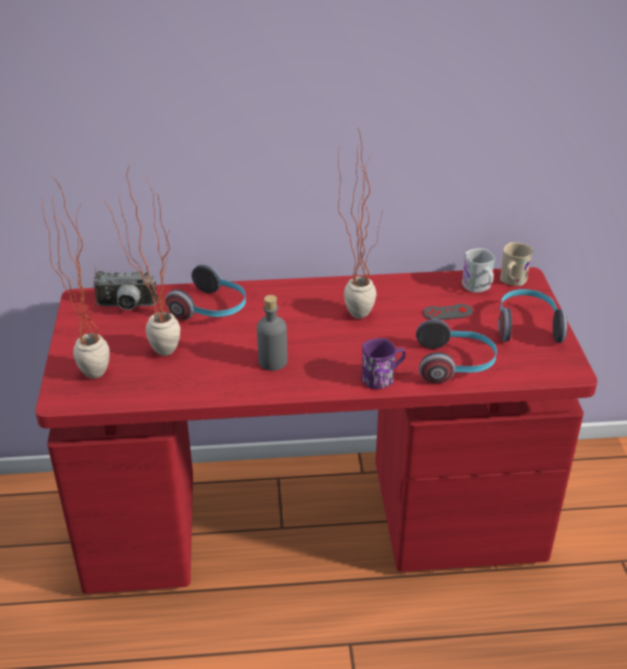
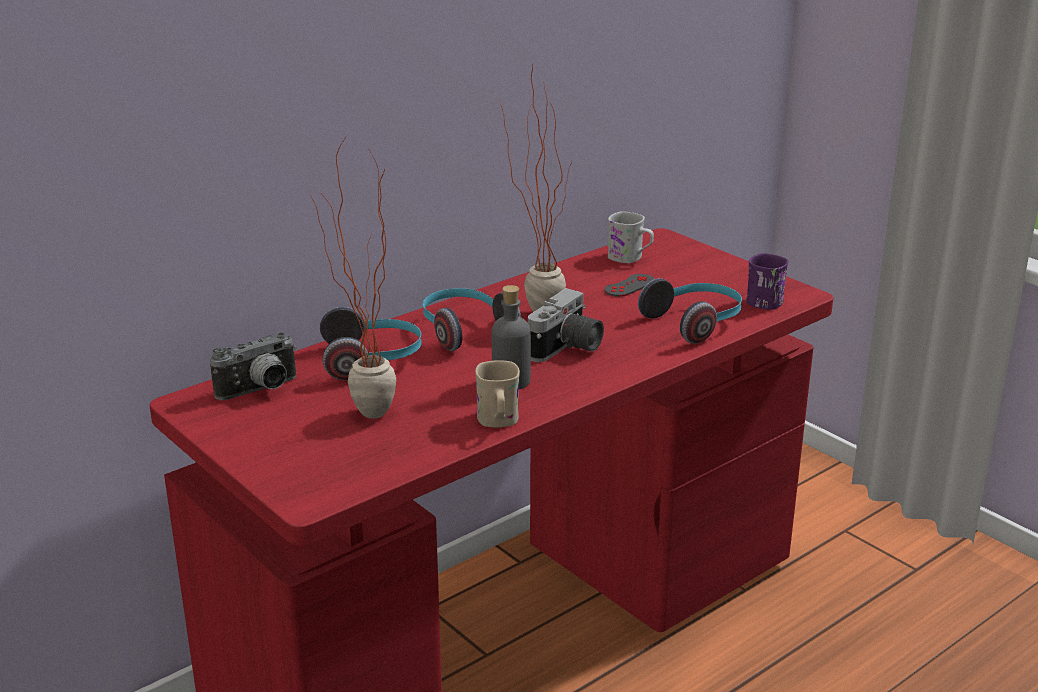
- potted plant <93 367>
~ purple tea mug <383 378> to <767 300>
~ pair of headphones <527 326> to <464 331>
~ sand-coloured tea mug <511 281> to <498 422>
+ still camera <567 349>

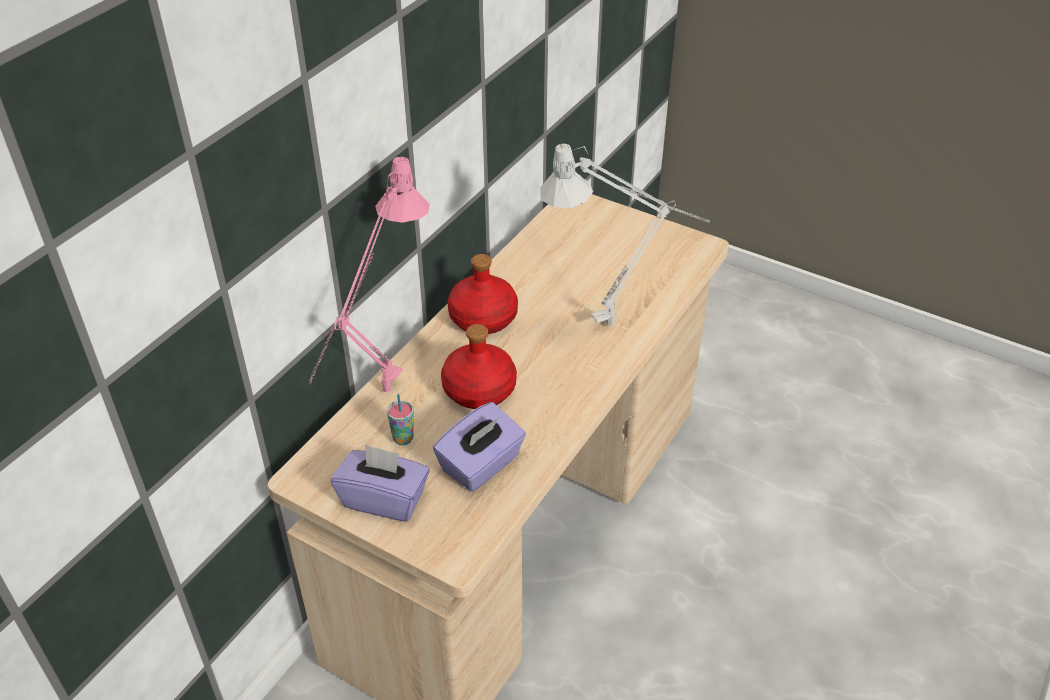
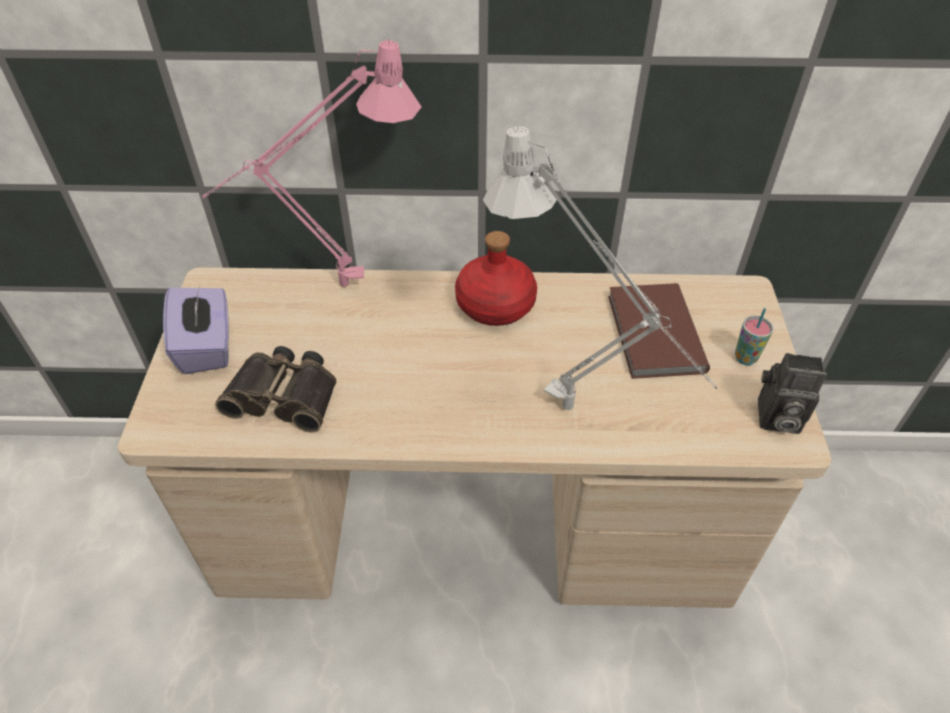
~ small cup <403 439> to <745 358>
~ purple tissue holder <481 465> to pair of binoculars <285 395>
- red-coloured drink bottle <479 390>
+ brown-coloured book <652 334>
+ still camera <776 418>

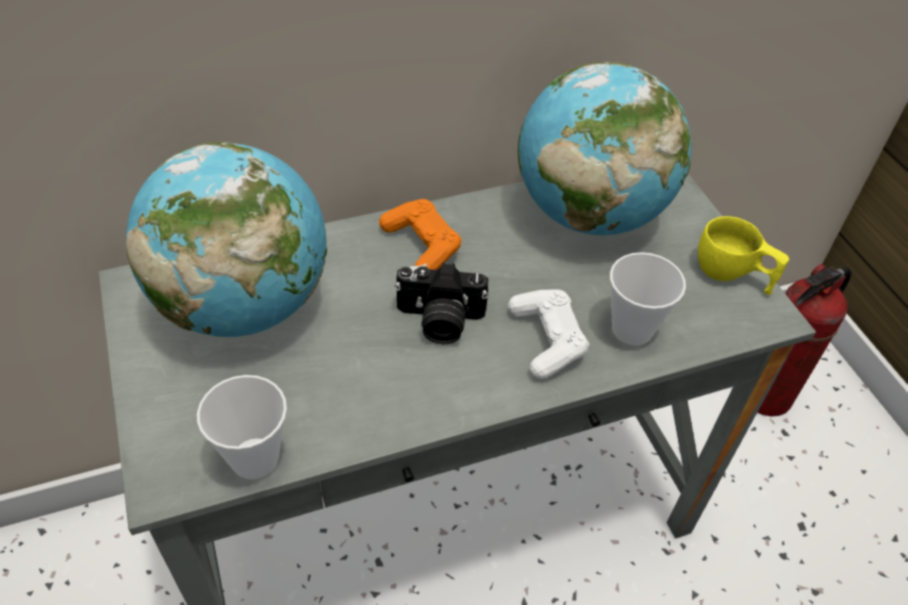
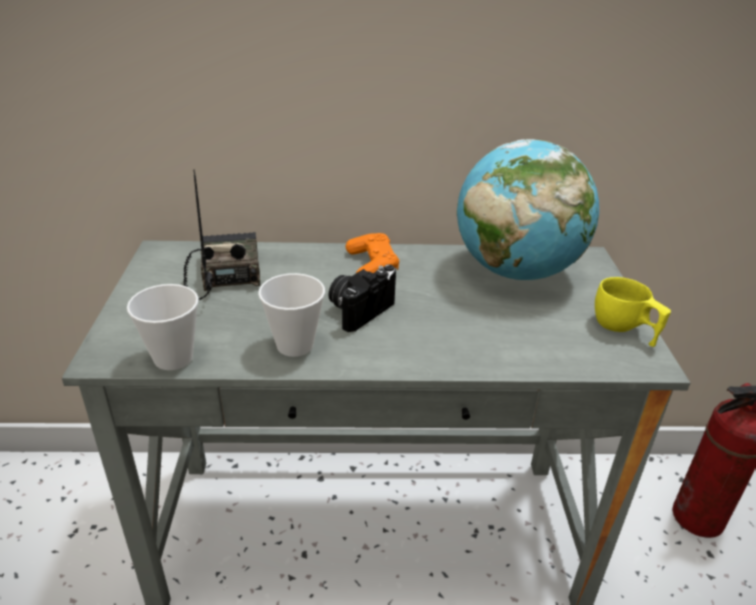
~ globe <244 304> to radio receiver <224 274>
~ still camera <439 321> = <359 310> 105 degrees clockwise
- white-coloured game controller <546 340>
~ small cup <632 329> to <295 345>

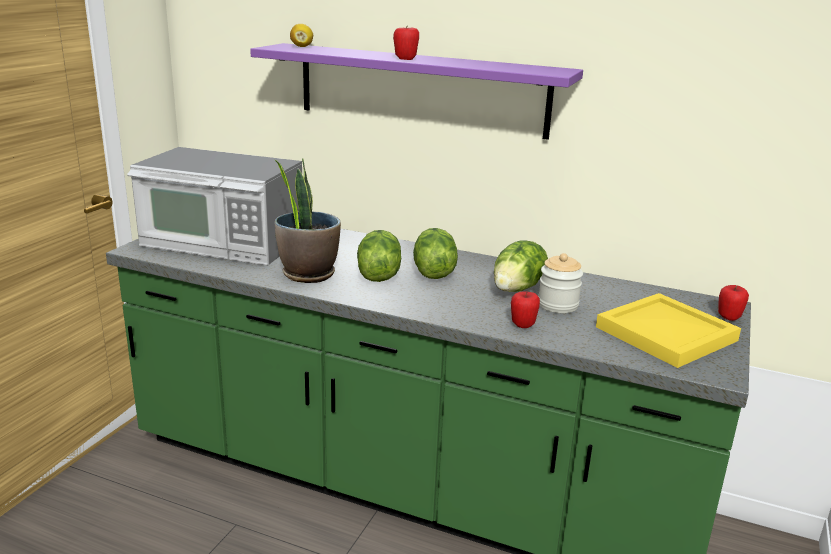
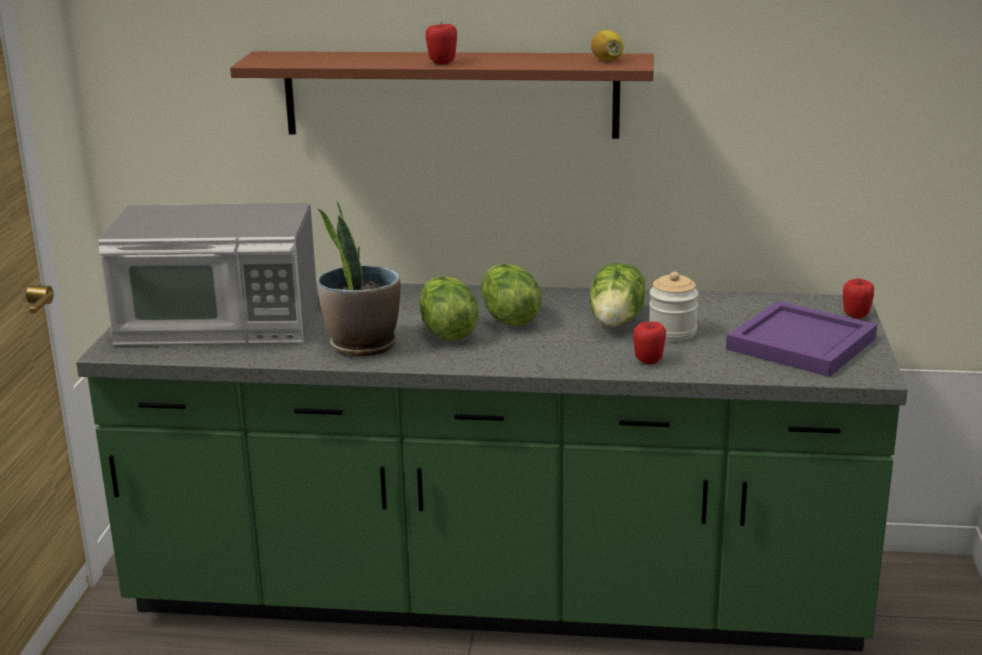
~ purple bracket shelf <420 89> to brown-coloured bracket shelf <450 94>
~ lemon <301 47> to <607 60>
~ yellowish tray <668 334> to purple tray <803 344>

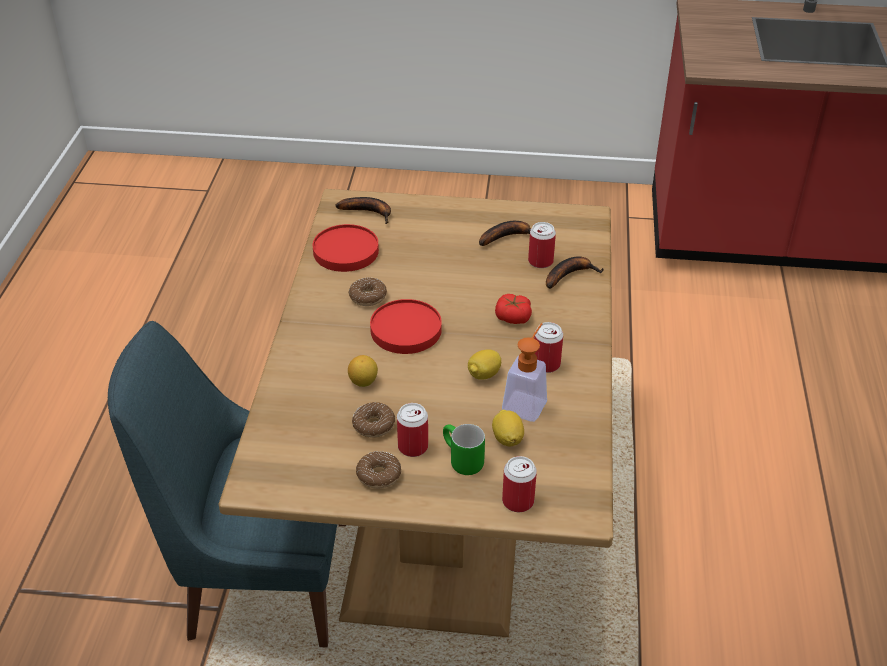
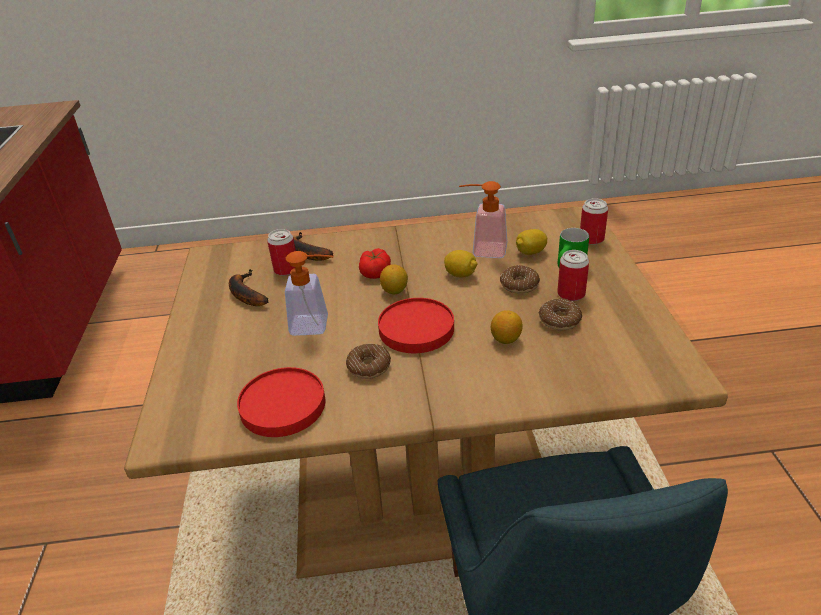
- whole banana <369 212>
~ donut <379 475> to <519 285>
- metal can <546 364>
+ liquid soap bottle <317 325>
+ lemon <395 291>

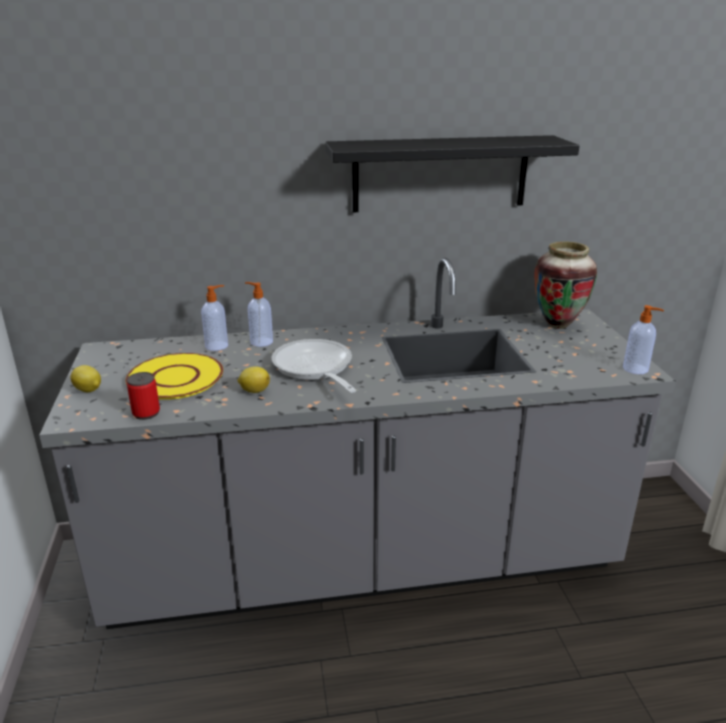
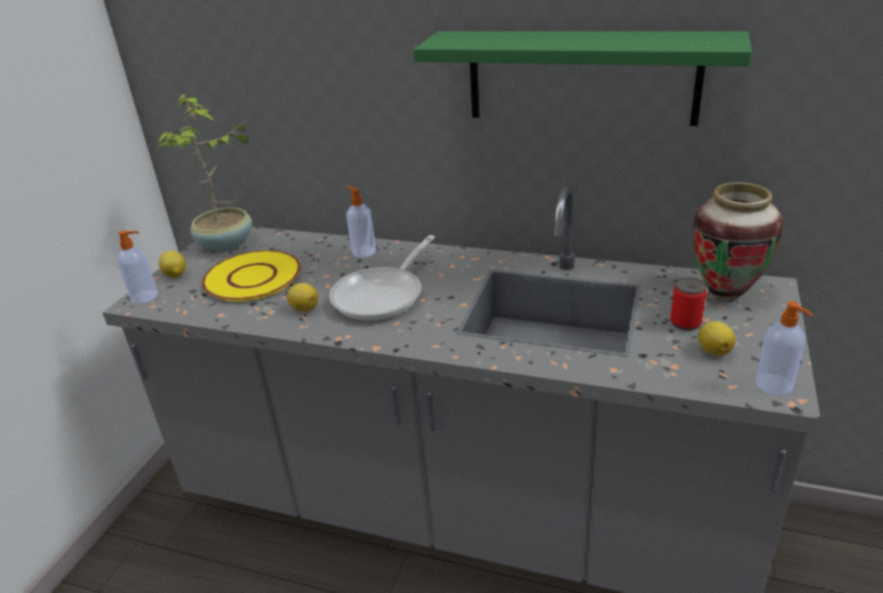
~ metal can <146 413> to <685 323>
~ liquid soap bottle <217 346> to <145 297>
~ skillet <314 369> = <383 295> 150 degrees counterclockwise
~ black bracket shelf <440 174> to green bracket shelf <581 77>
+ potted plant <226 244>
+ lemon <713 350>

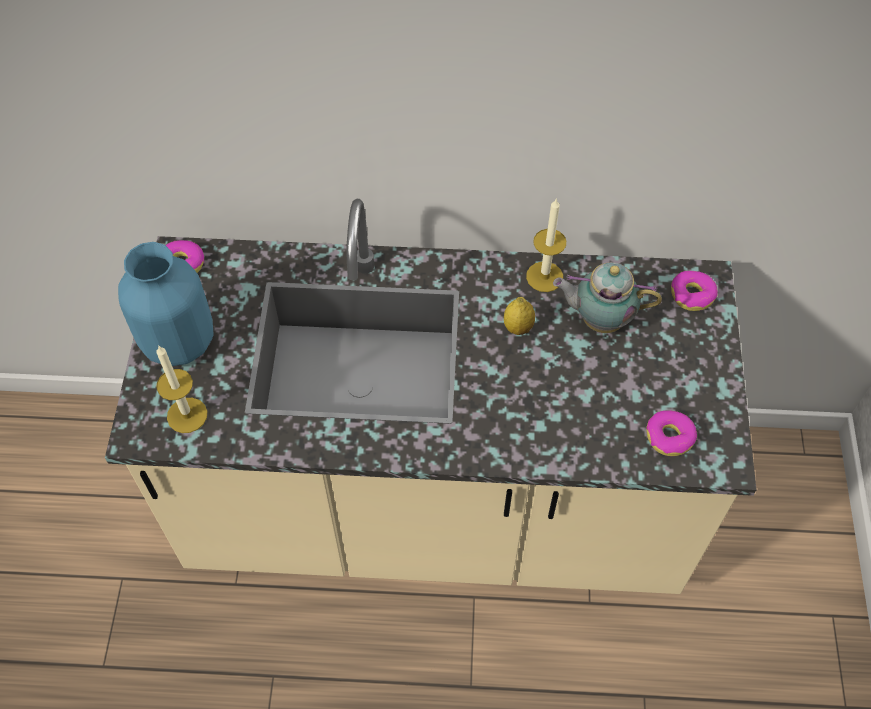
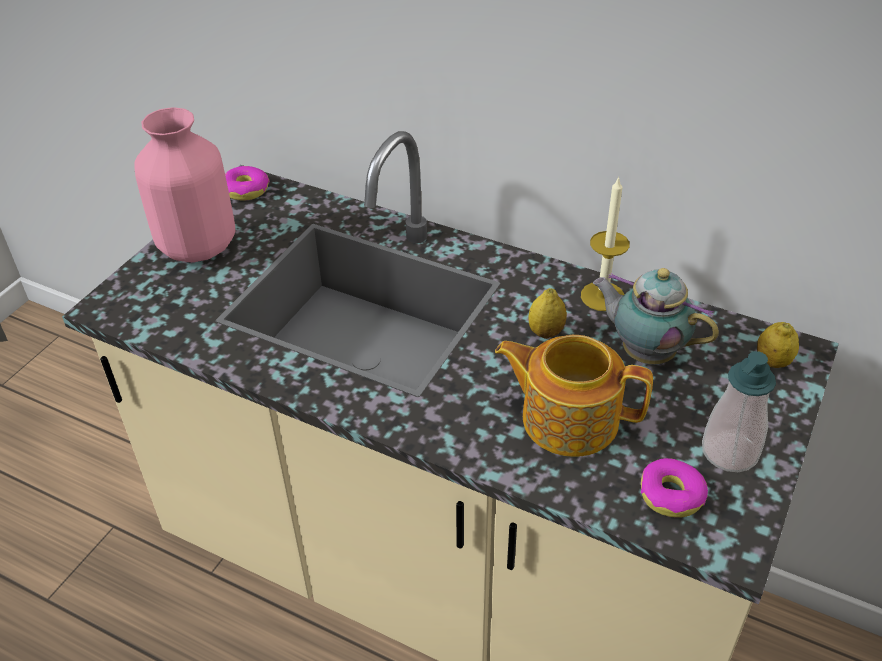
~ blue flower vase <180 342> to pink flower vase <199 247>
- candle <187 415>
~ donut <692 295> to lemon <772 361>
+ tea pot <568 418>
+ liquid soap bottle <729 452>

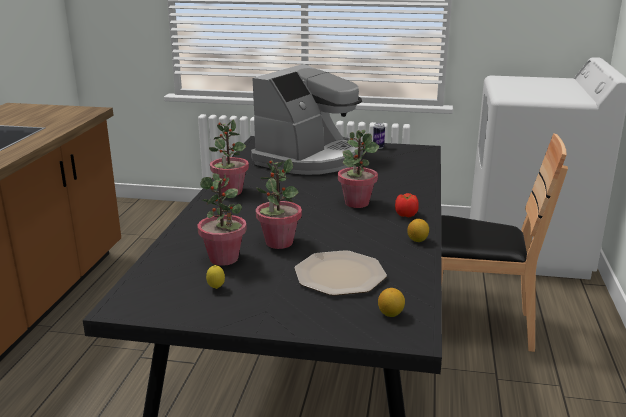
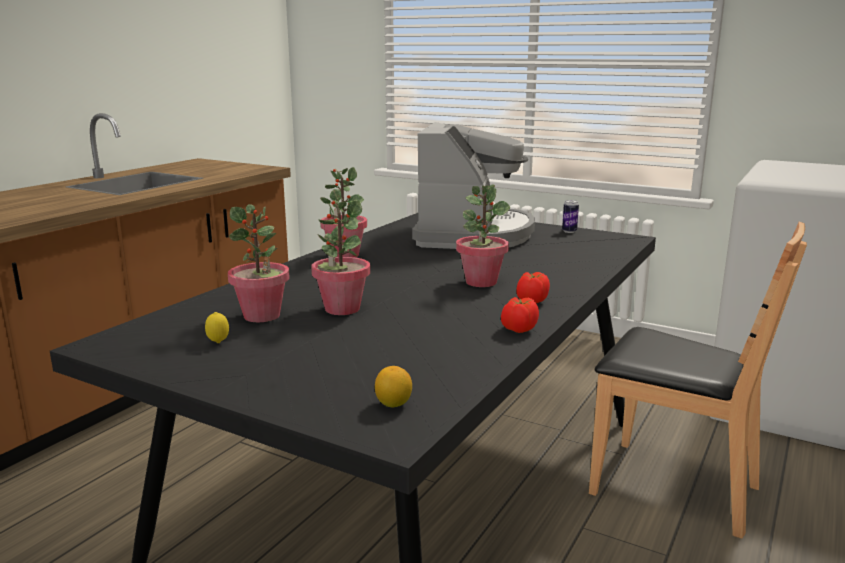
~ coffee brewer <310 159> = <472 234> 45 degrees counterclockwise
- dinner plate <339 275>
~ lemon <417 240> to tomato <518 329>

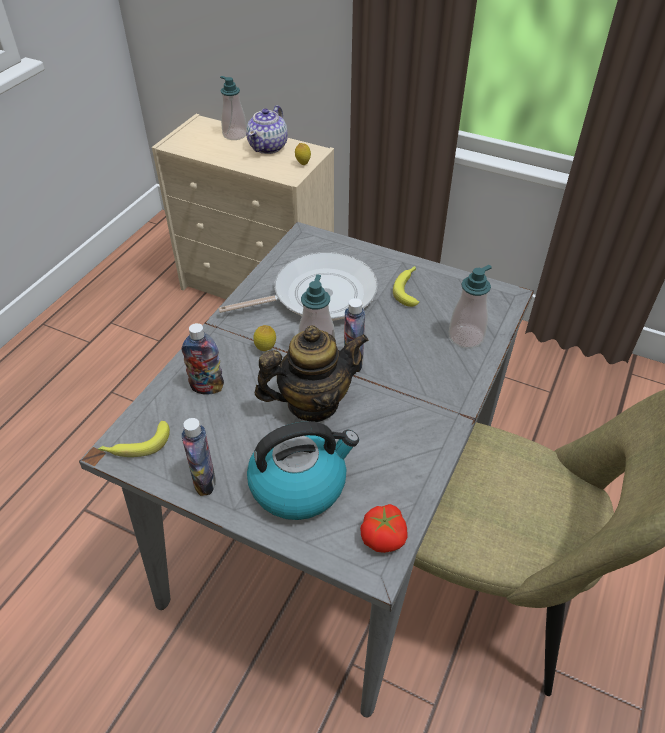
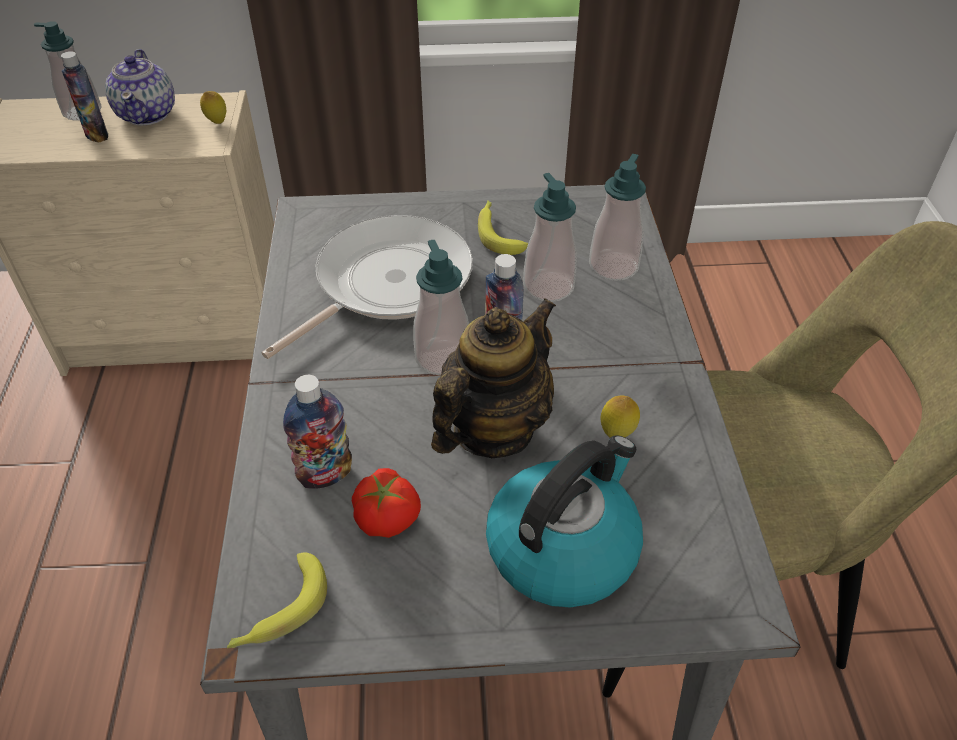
~ drink bottle <204 481> to <97 135>
~ lemon <266 349> to <617 434>
~ tomato <384 537> to <388 516>
+ liquid soap bottle <548 287>

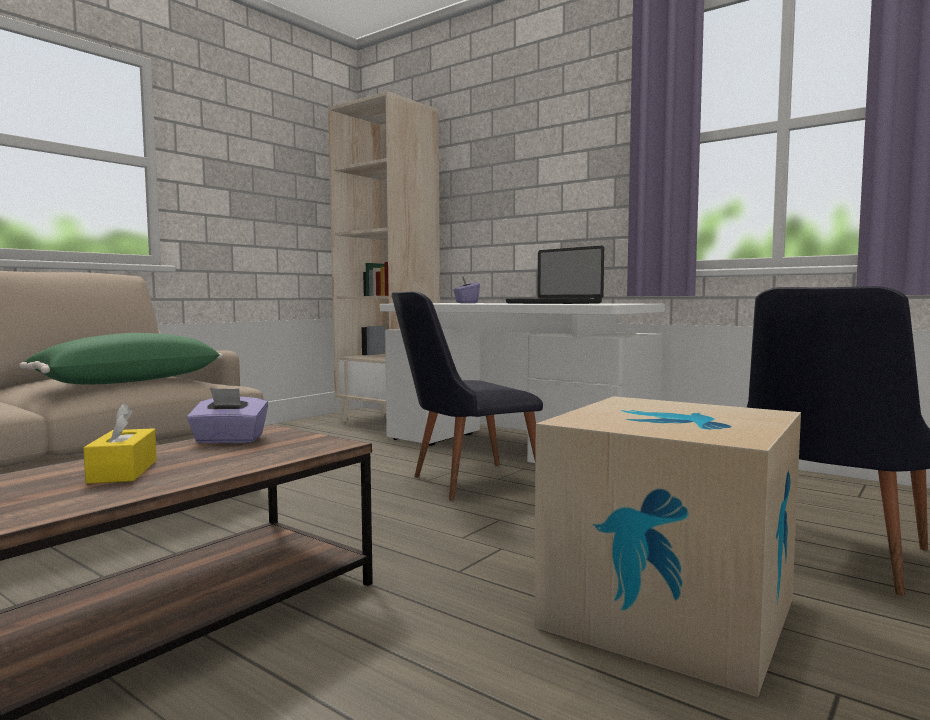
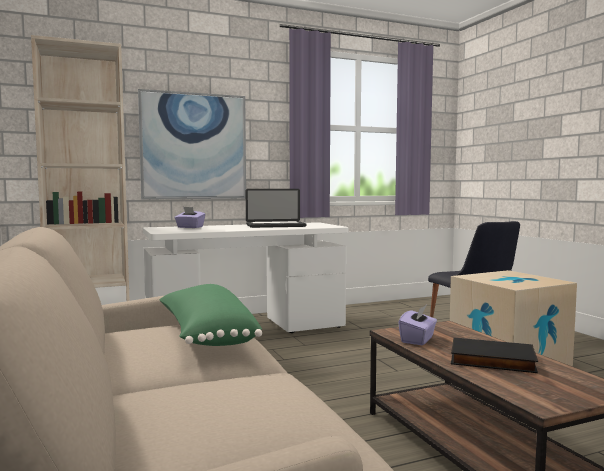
~ yellowish tissue holder <123 471> to black book <491 361>
- black plain chair <464 482>
+ wall picture <194 146>

